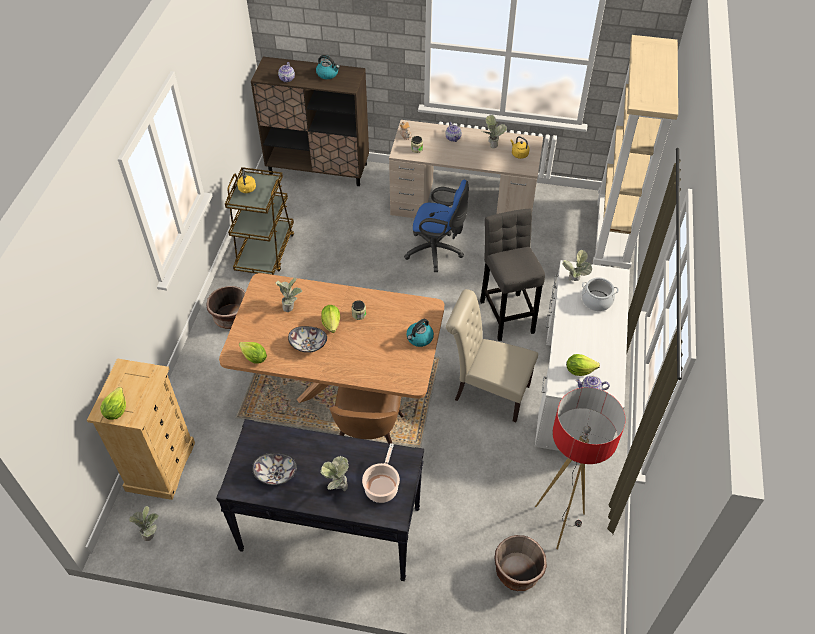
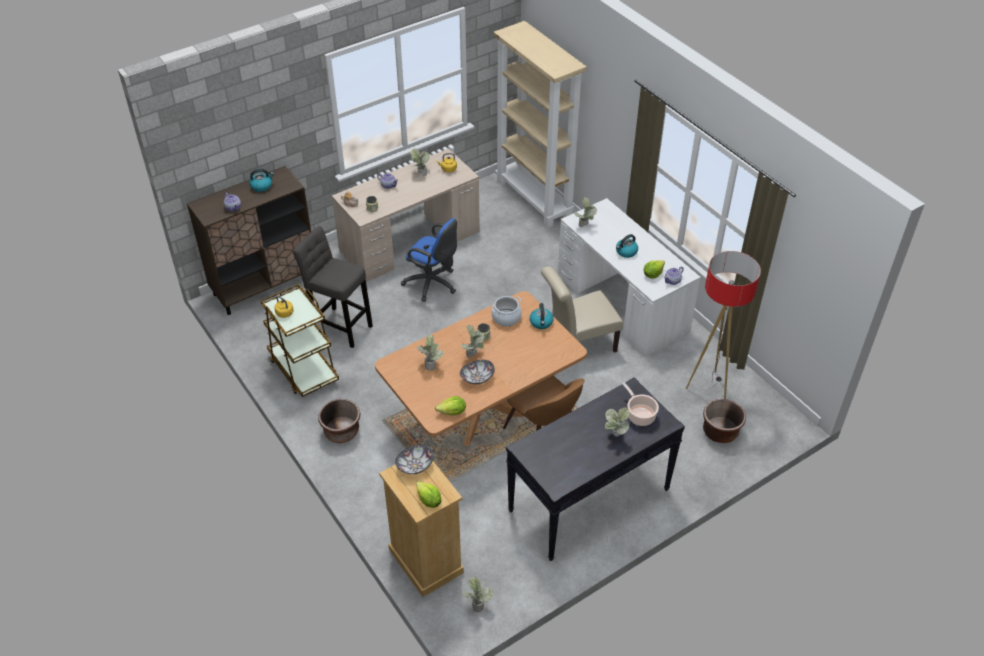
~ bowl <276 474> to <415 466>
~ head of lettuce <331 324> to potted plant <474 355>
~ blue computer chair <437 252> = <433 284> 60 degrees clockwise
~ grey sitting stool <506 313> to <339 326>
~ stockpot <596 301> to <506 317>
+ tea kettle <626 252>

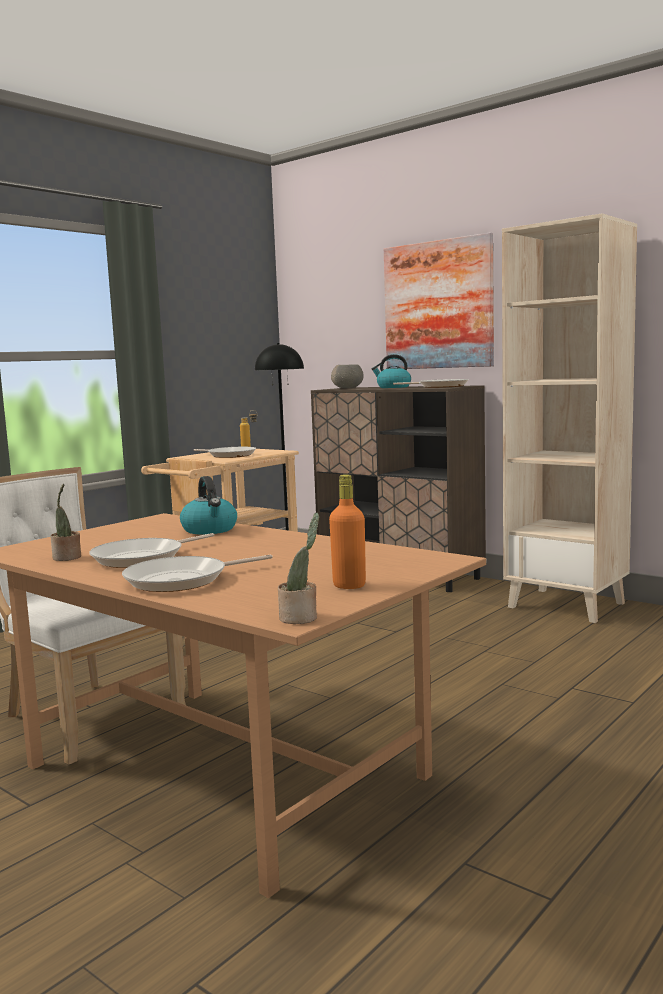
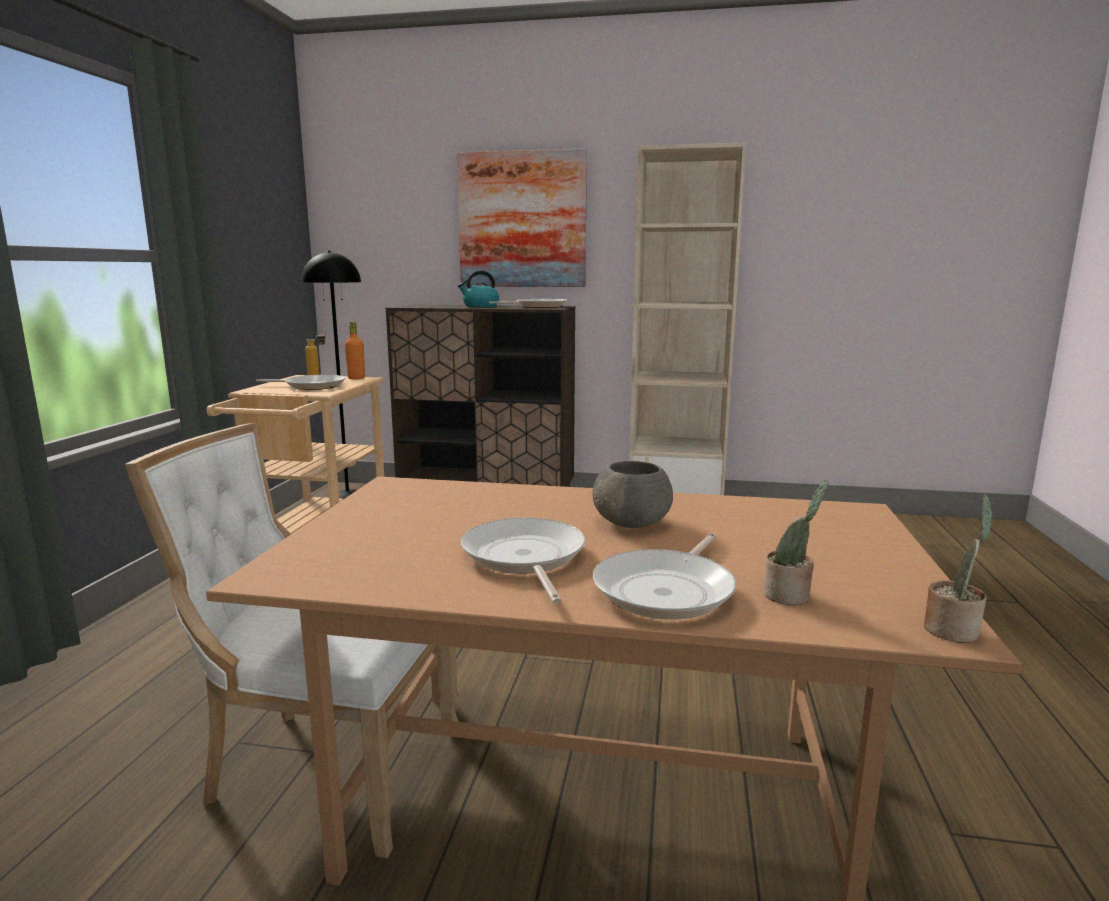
~ potted plant <67 558> to <789 596>
~ skillet <143 558> = <524 558> 150 degrees clockwise
- tea kettle <210 530>
~ orange-coloured drink bottle <349 585> to <356 378>
~ grey bowl <348 388> to <633 522>

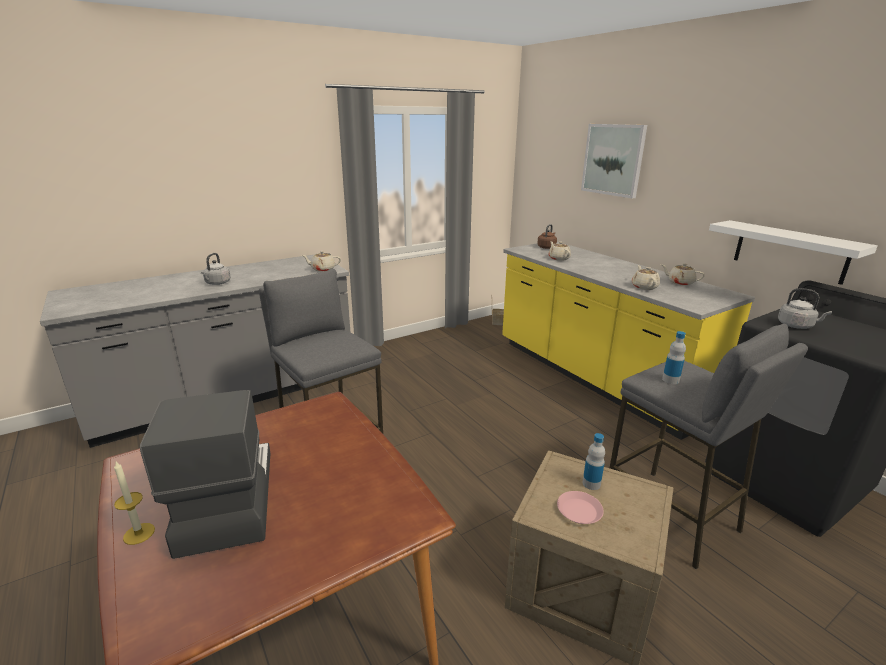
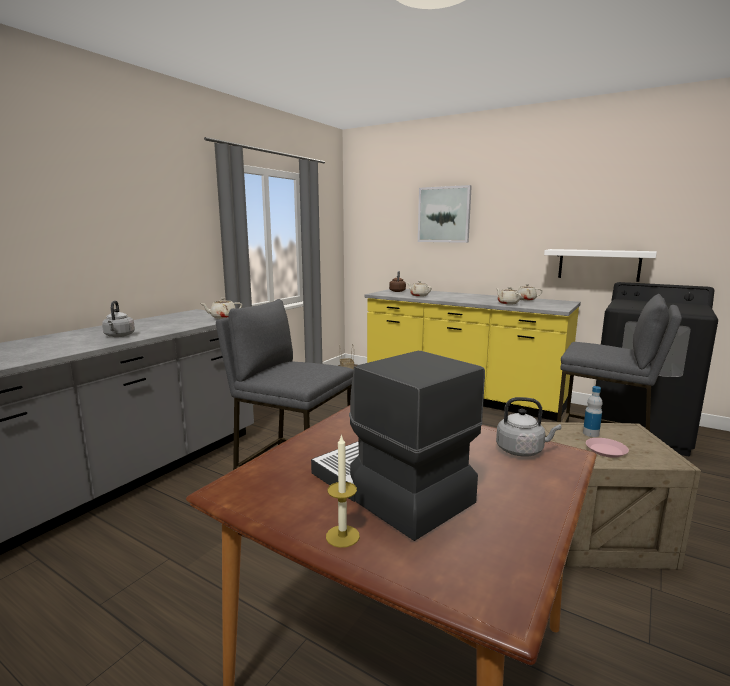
- drink bottle <670 380>
~ grey tea kettle <797 326> to <522 450>

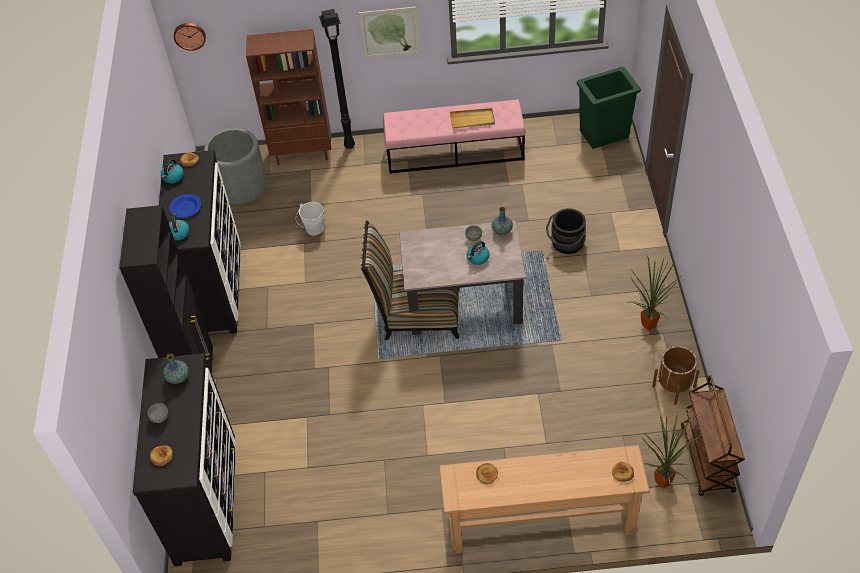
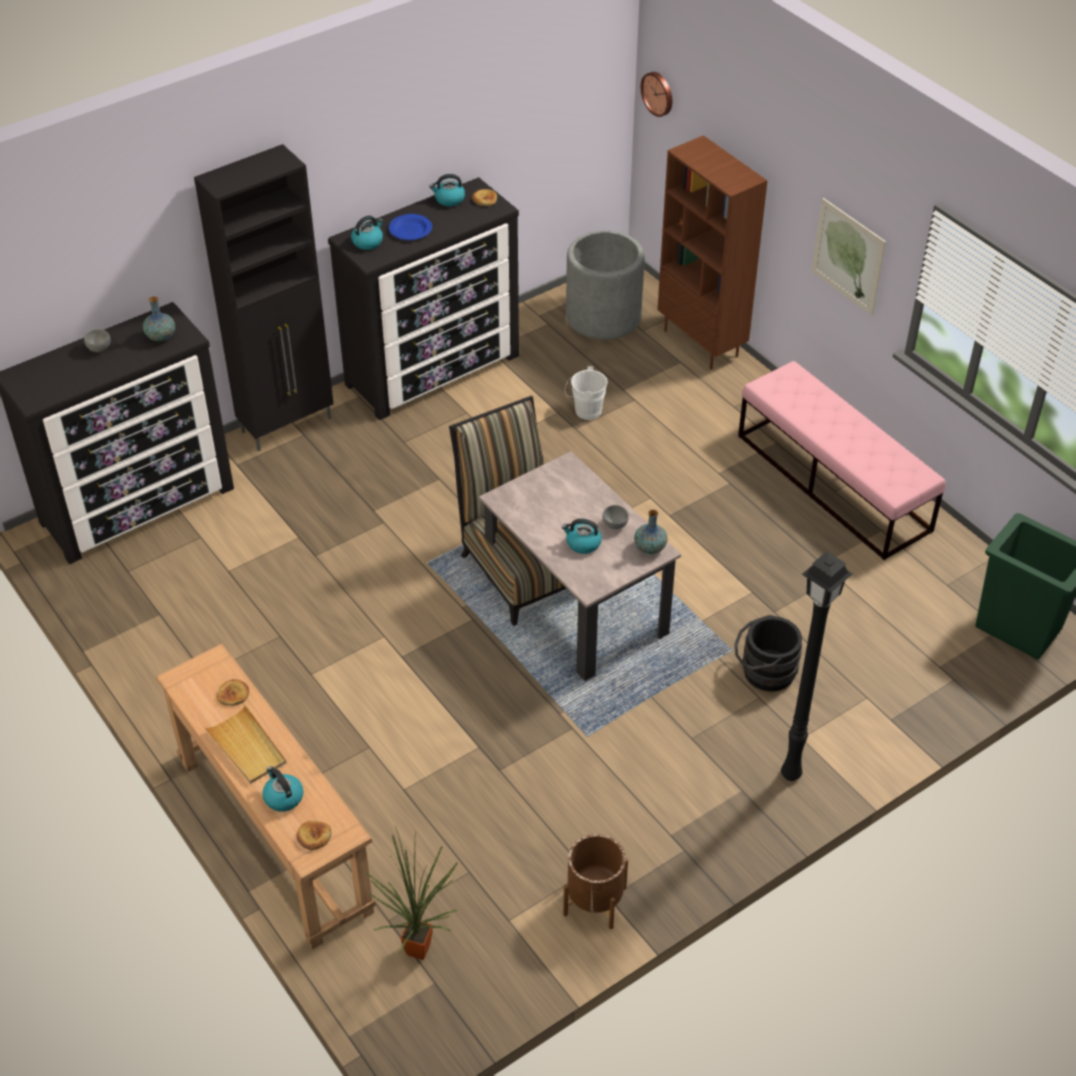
- baked bread <161 456>
~ black floor lamp <350 146> to <791 776>
~ sand-coloured tray <472 120> to <247 747>
- potted plant <647 323>
- brown-coloured wheeled cart <707 459>
+ tea kettle <283 797>

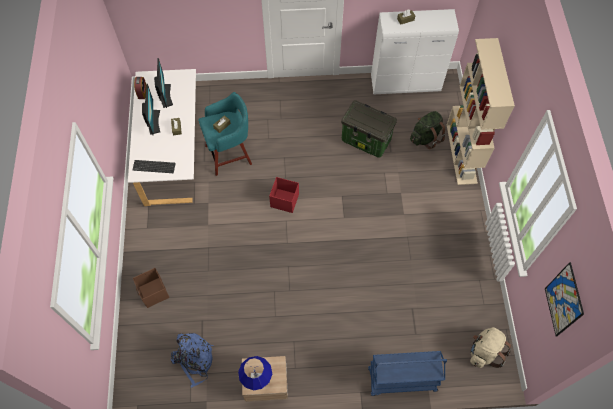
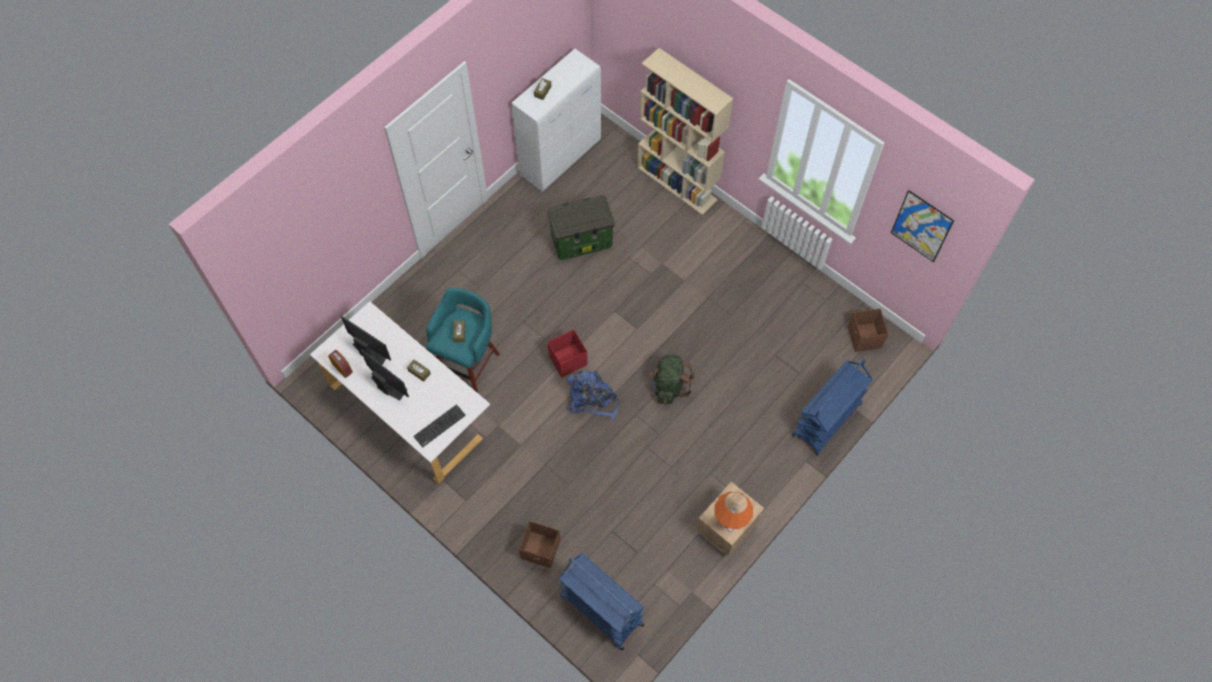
~ blue backpack <194 360> to <592 398>
~ blue tabletop lamp <257 379> to orange-coloured tabletop lamp <730 521>
~ green backpack <425 137> to <669 386>
~ sand-coloured backpack <484 351> to brown-coloured storage box <864 338>
+ blue wheeled cart <600 610>

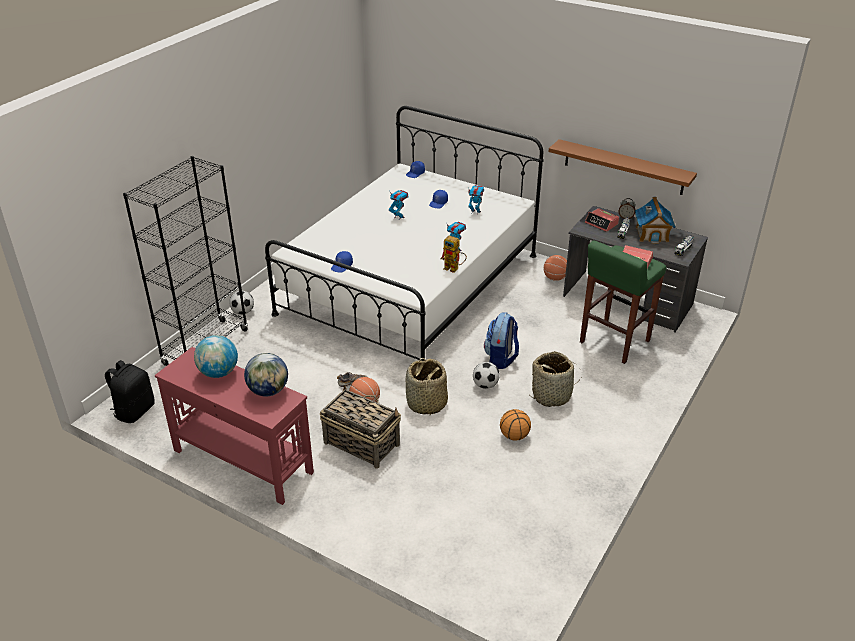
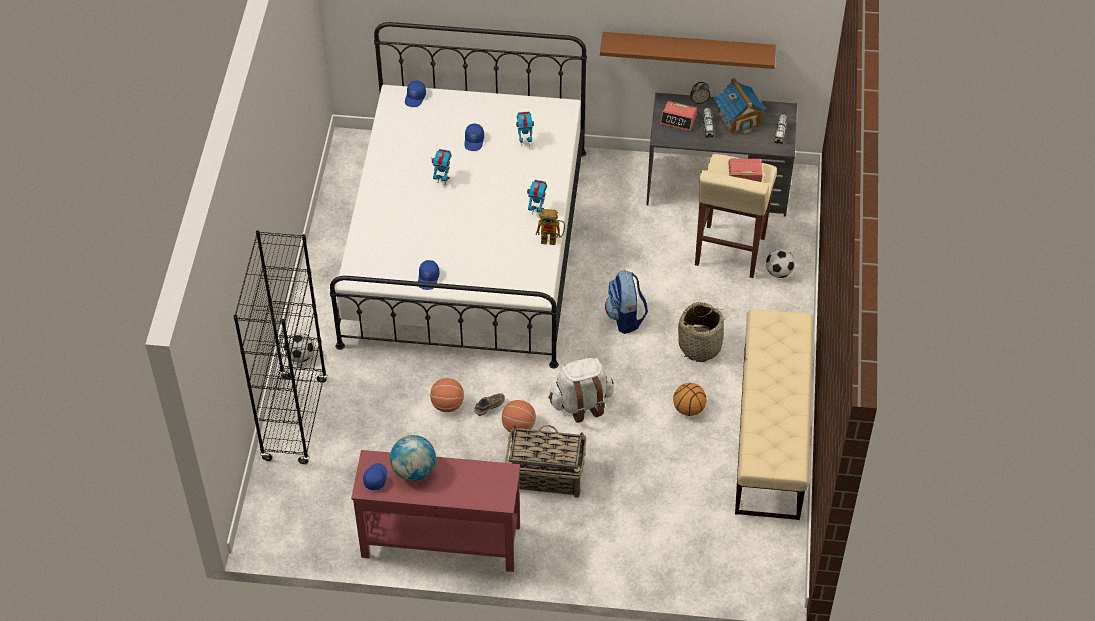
- black backpack <134 411>
- globe <268 391>
~ basket <426 404> to white-coloured backpack <581 403>
~ football <485 385> to <779 272>
~ basketball ball <555 278> to <447 404>
~ green sitting stool <613 342> to sand-coloured sitting stool <729 252>
+ blue cap <375 478>
+ sand-coloured long seat <771 432>

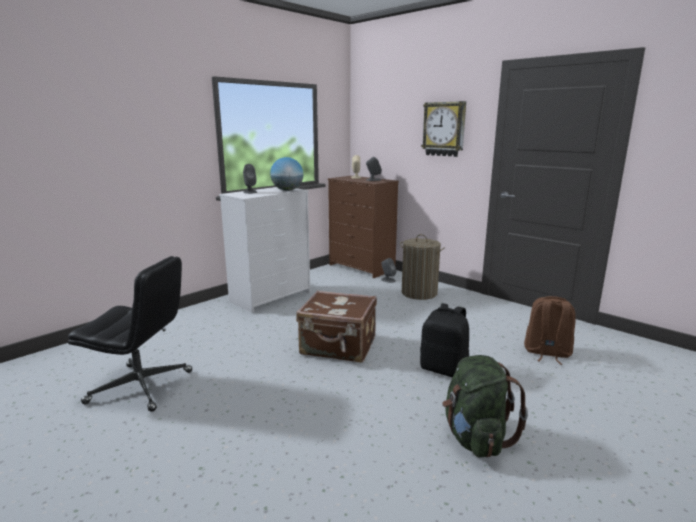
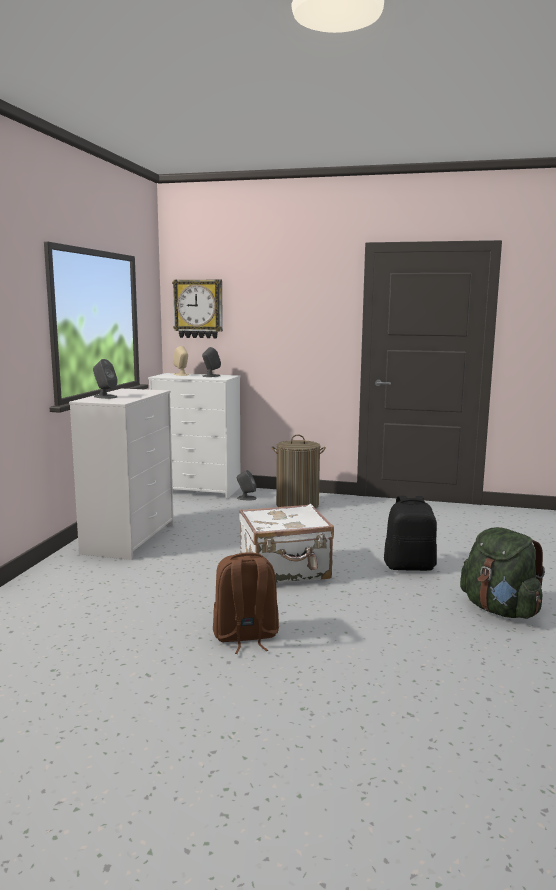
- black computer chair <142 387>
- globe <287 190>
~ brown-coloured travel case <338 347> to white-coloured travel case <285 571>
~ brown-coloured drawer chest <362 267> to white-coloured drawer chest <198 490>
~ clock on the wall <444 129> to <198 309>
~ brown-coloured backpack <546 353> to <245 637>

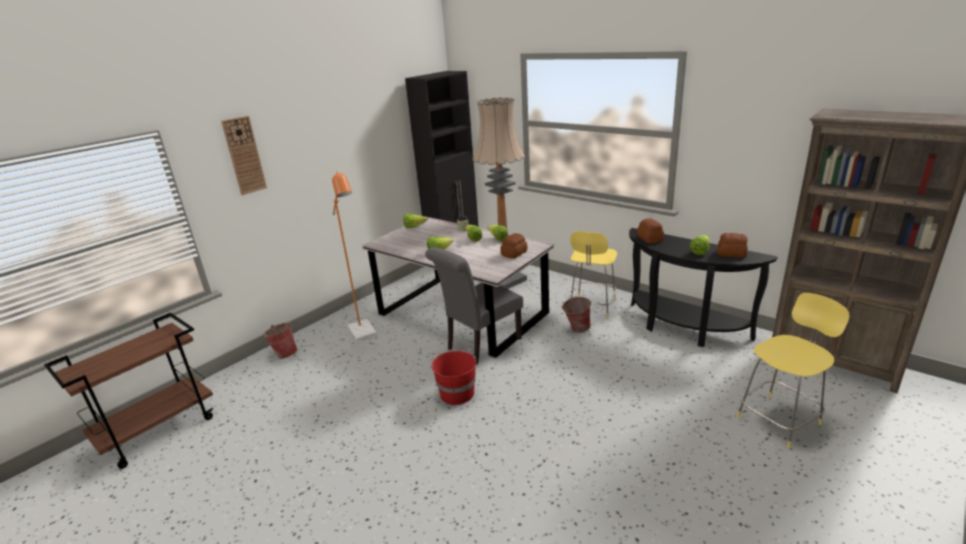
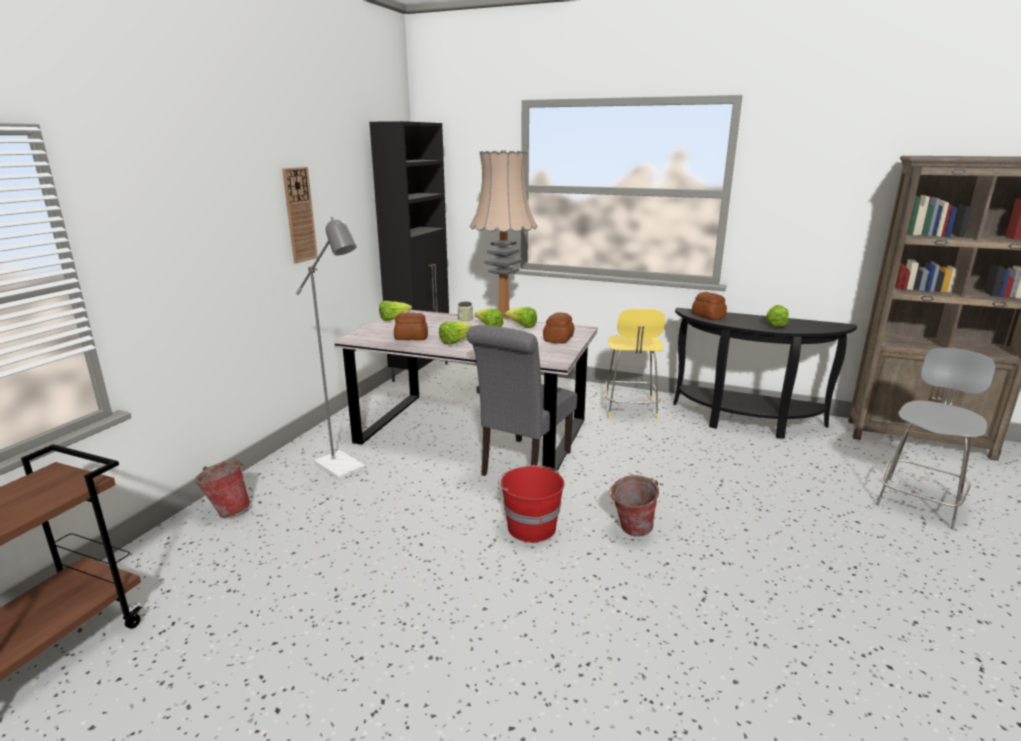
~ clock on the wall <244 155> to <299 215>
~ orange-coloured floor lamp <364 333> to grey floor lamp <345 469>
~ bucket <576 329> to <630 531>
~ baked bread <731 253> to <411 337>
~ yellowish sitting stool <780 419> to grey sitting stool <919 501>

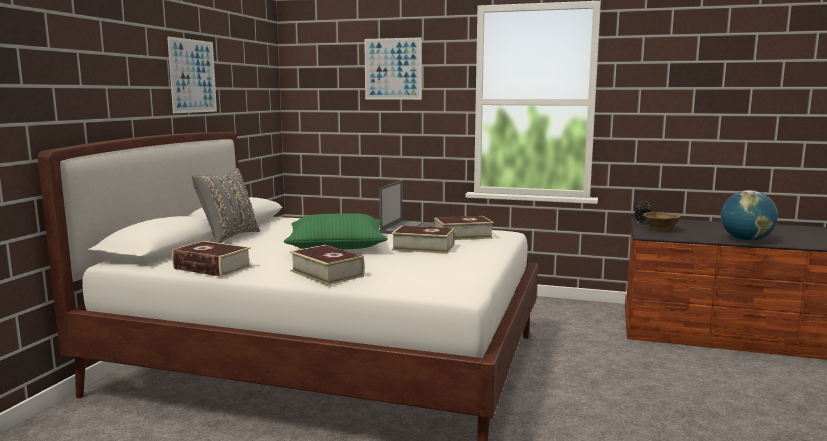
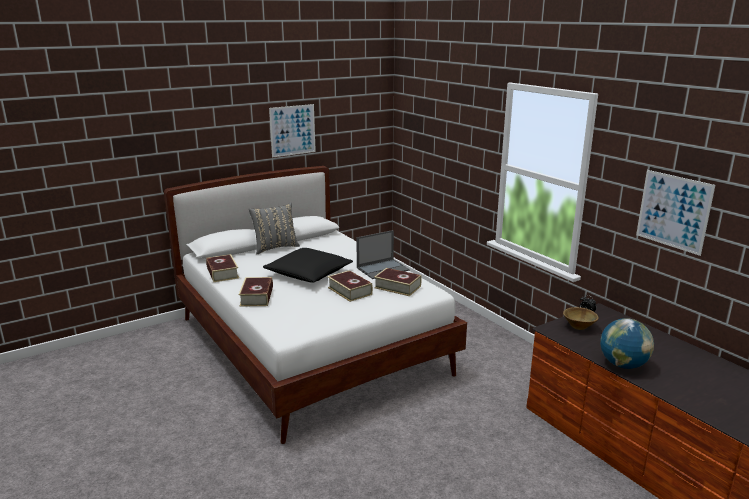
~ green cushion <336 245> to black cushion <308 273>
~ wall picture <393 69> to <673 211>

